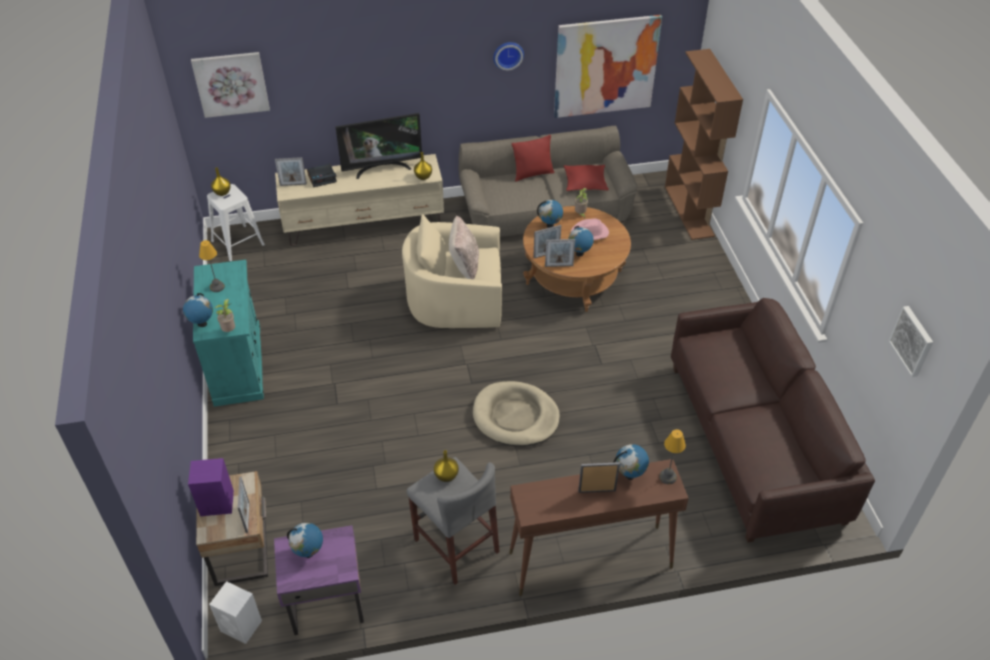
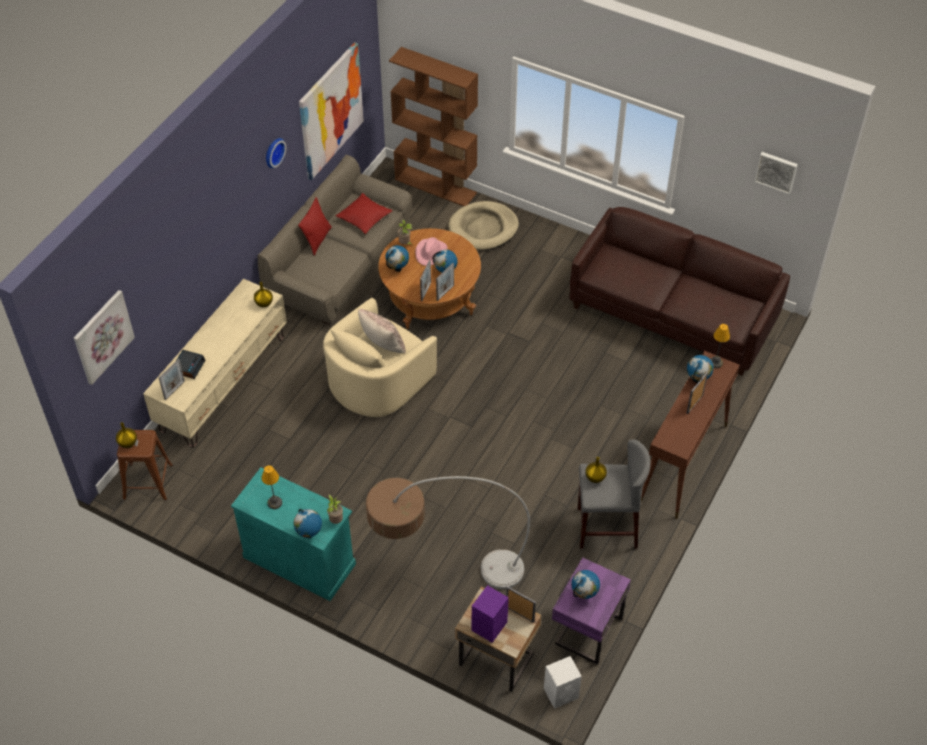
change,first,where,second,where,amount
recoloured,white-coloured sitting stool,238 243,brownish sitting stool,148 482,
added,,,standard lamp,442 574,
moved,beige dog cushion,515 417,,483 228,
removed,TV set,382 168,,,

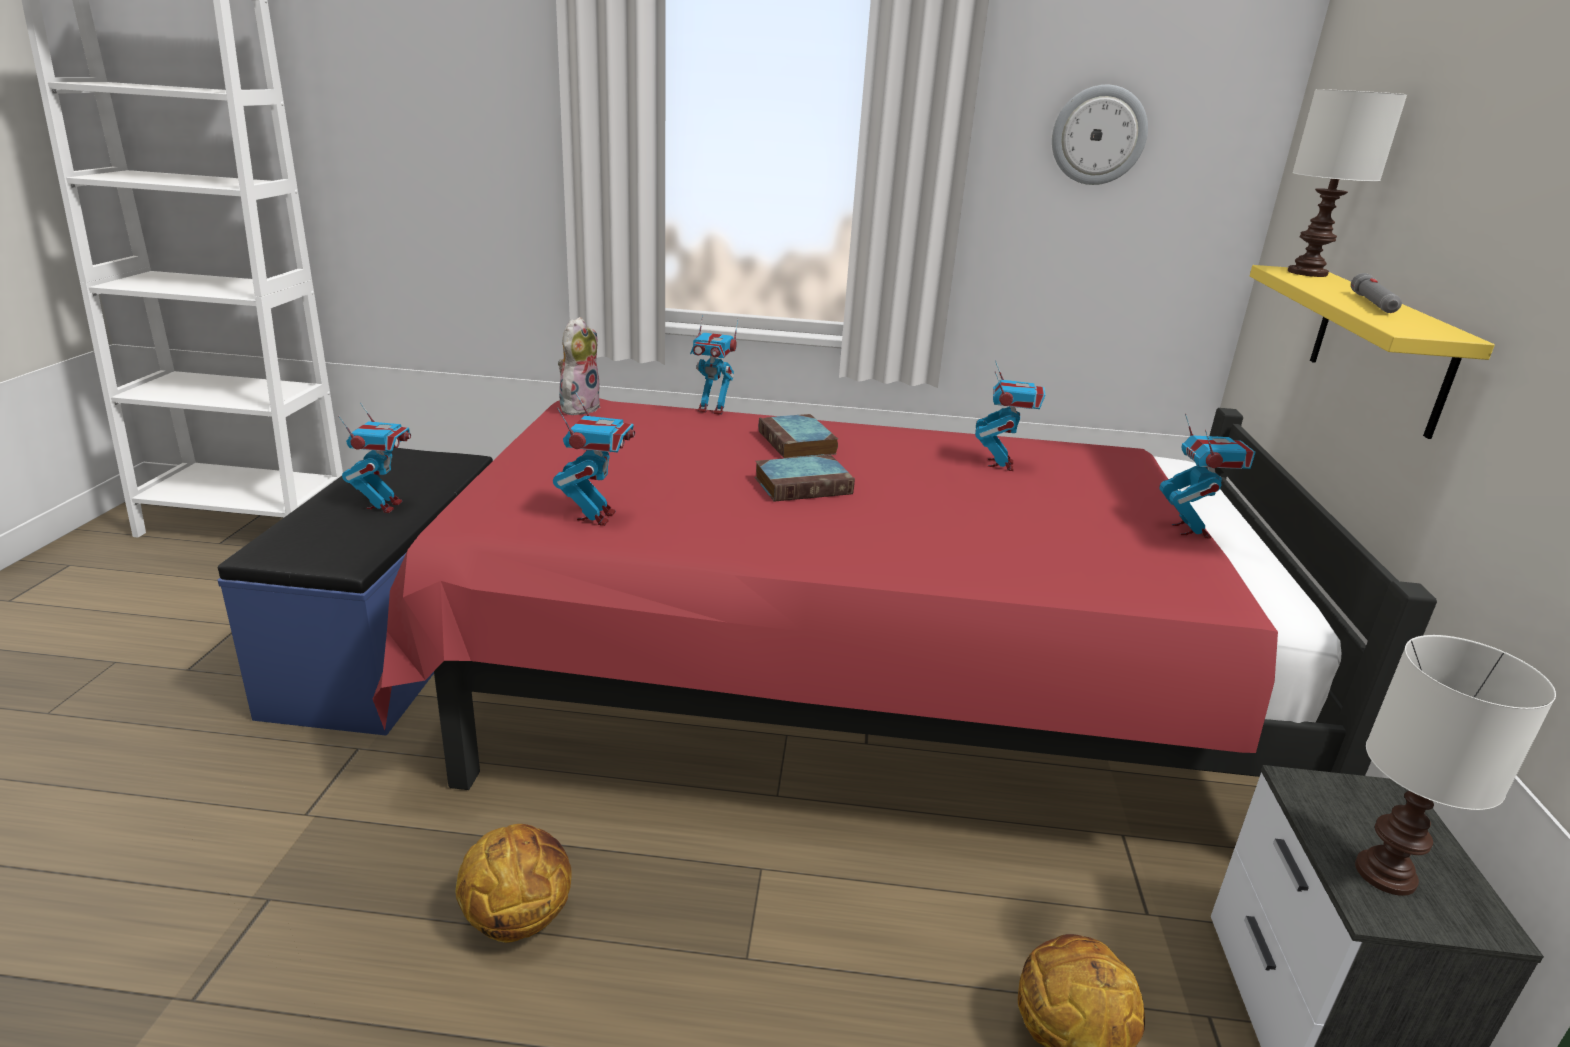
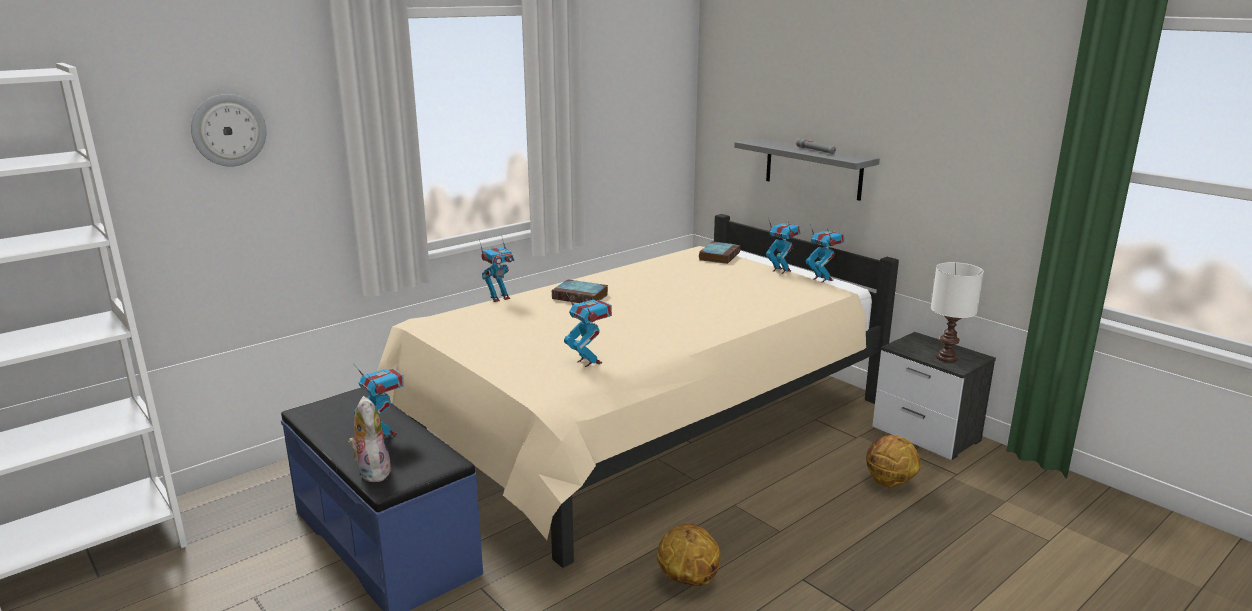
change,first,where,second,where,amount
moved,clock on the wall,1098 135,,228 130,
moved,plush toy,579 407,,371 471,
recoloured,red-coloured bed,843 688,beige bed,645 428,
moved,bound book,804 485,,719 256,
recoloured,yellow-coloured shelf,1380 349,grey shelf,813 169,
moved,toy robot,1001 464,,822 279,
removed,white-coloured lamp for a table,1306 273,,,

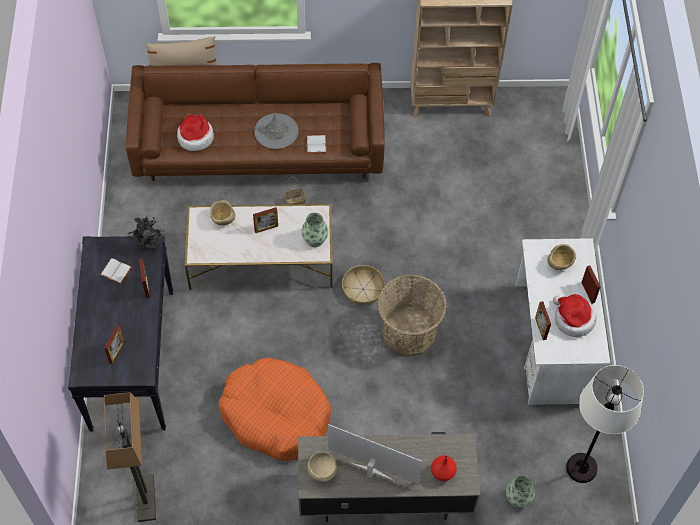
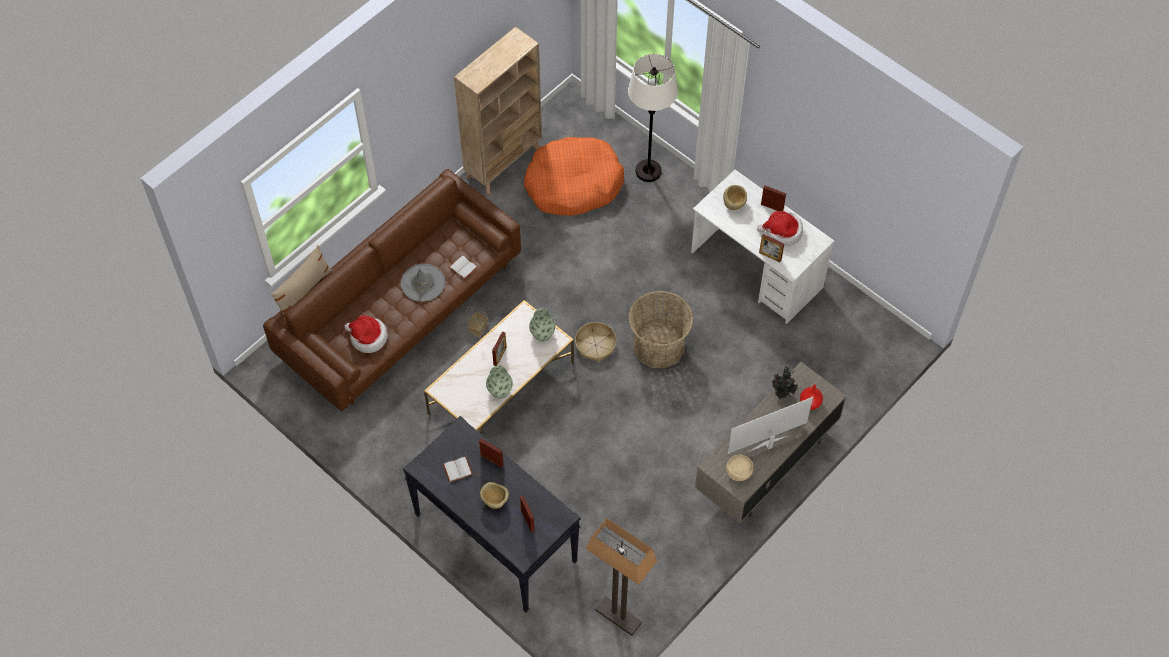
change,first,where,second,where,amount
moved,beige bowl,223 219,,494 501,
moved,flower vase,518 498,,499 390,
moved,orange-coloured dog cushion,276 415,,573 184,
moved,white-coloured standard lamp,581 468,,648 171,
moved,plant in a pot,150 245,,782 394,

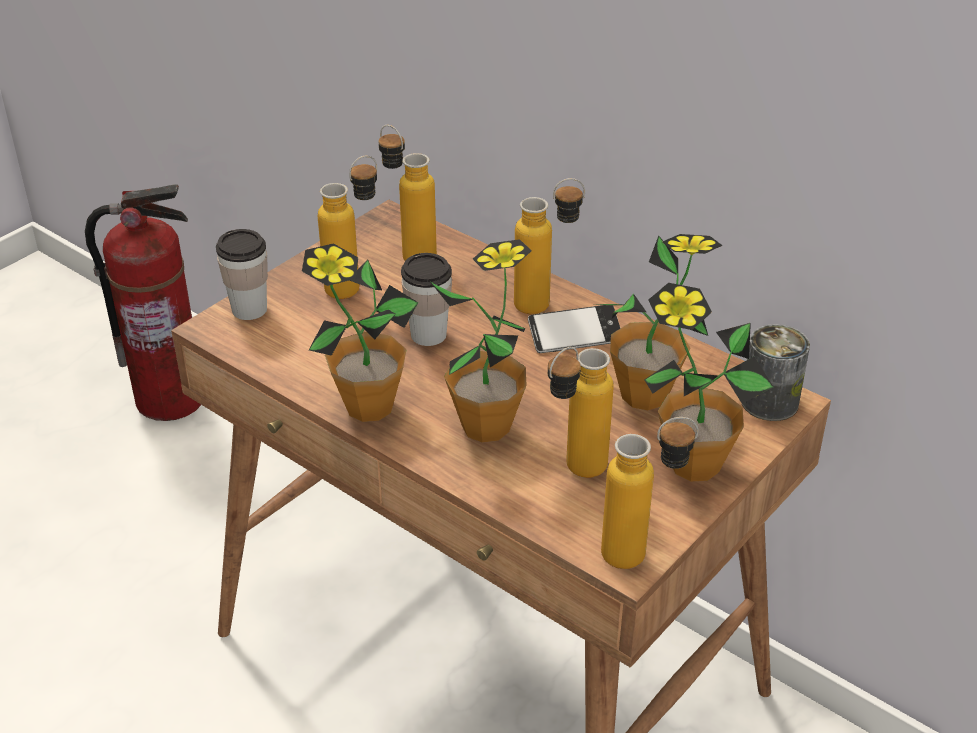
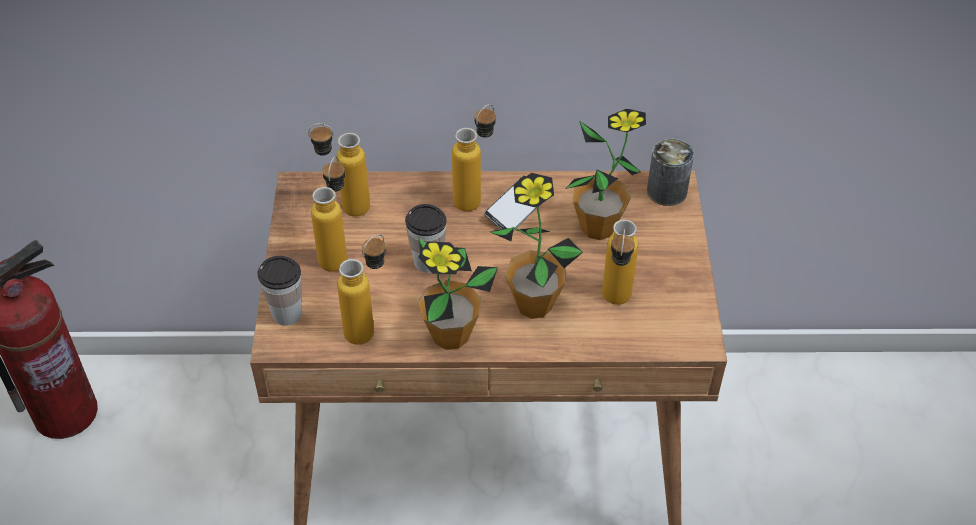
change,first,where,second,where,amount
moved,drink bottle,641 554,,369 327,
removed,plant in a pot,694 464,,,

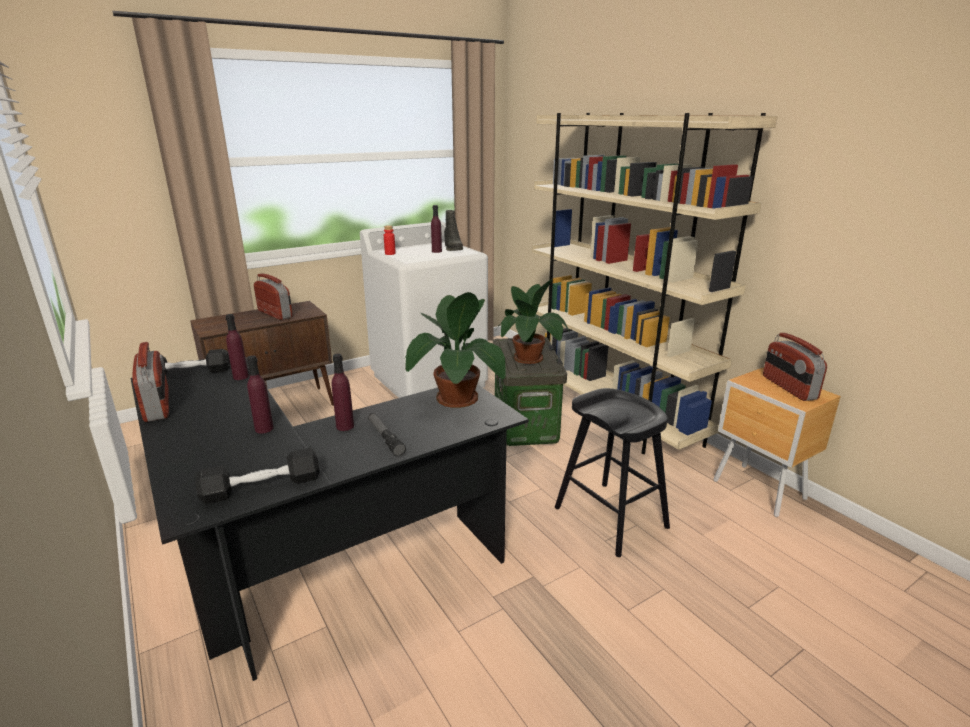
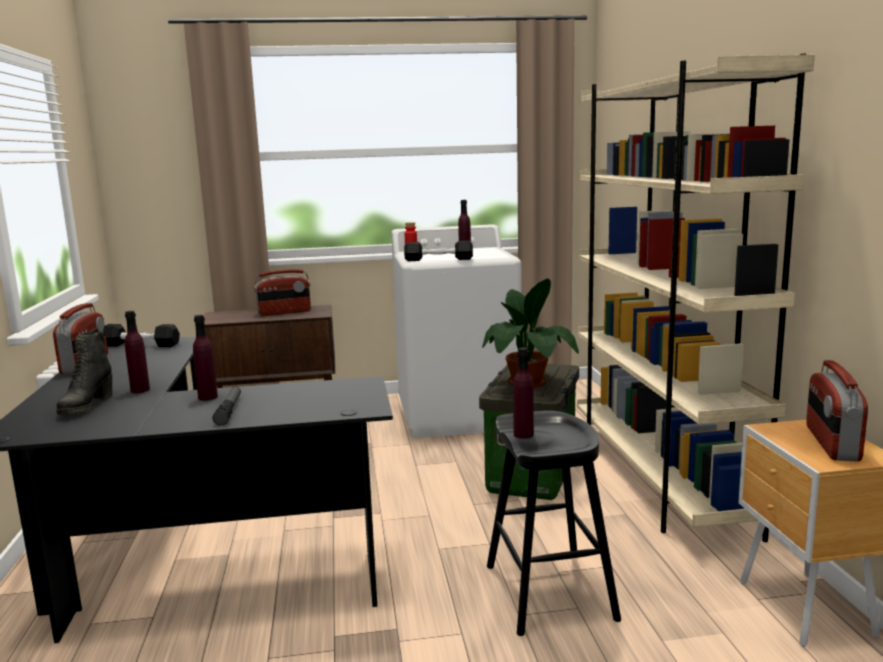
change,first,where,second,where,amount
moved,black-coloured tall boot,452 248,,86 406,
turned,radio set,275 314,,284 312,90 degrees clockwise
moved,black-coloured free weight,262 487,,438 259,
moved,purple drink bottle,241 377,,523 434,
removed,plant in a pot,456 399,,,

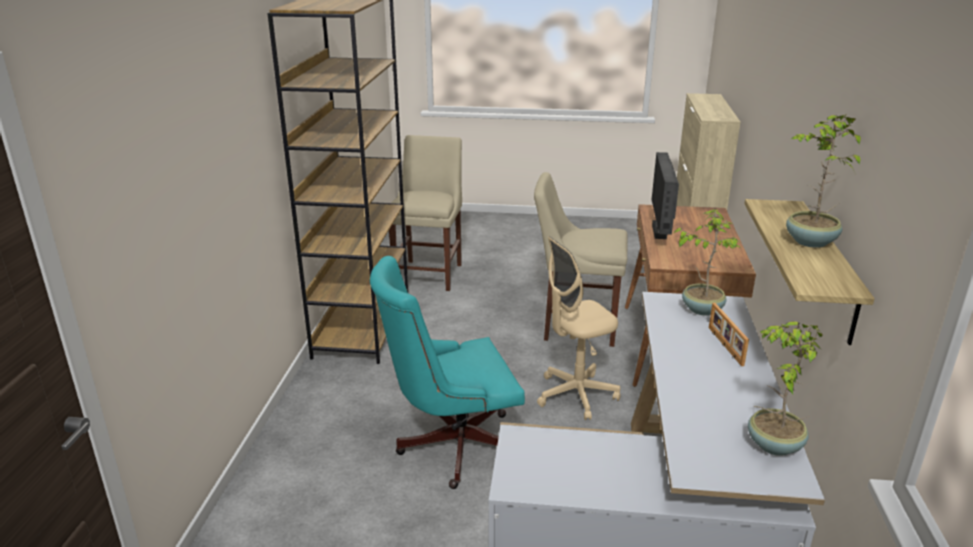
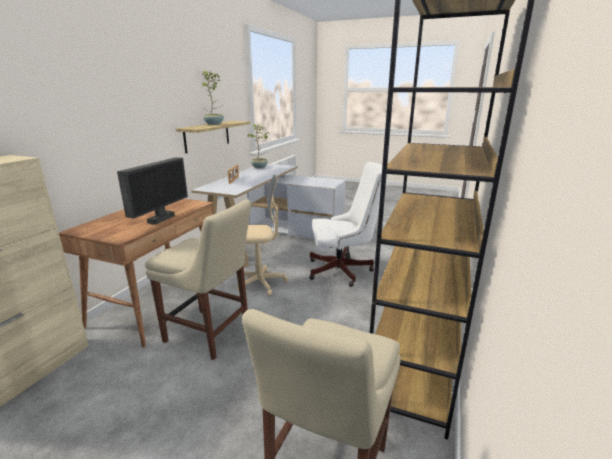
change,first,where,second,where,amount
recoloured,turquoise office chair,451 445,white-coloured office chair,343 271,
removed,plant in a pot,701 309,,,

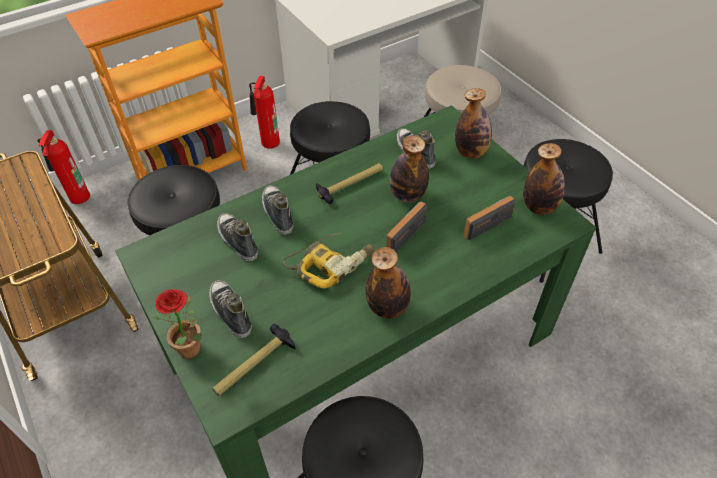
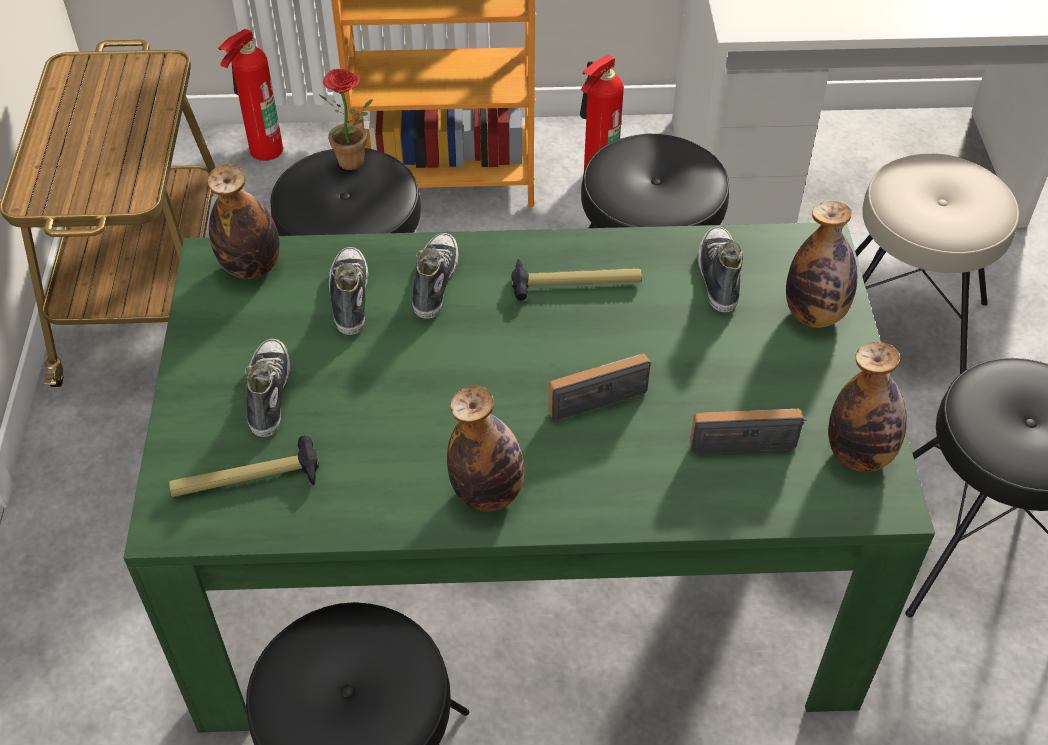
change,first,where,second,where,amount
moved,drink bottle,407 195,,251 267,
moved,plant in a pot,194 351,,354 165,
removed,electric drill,331 263,,,

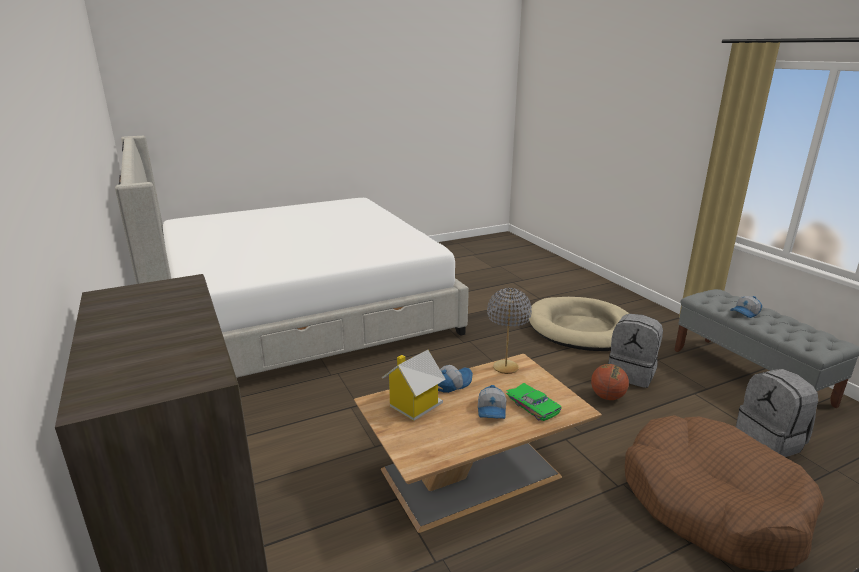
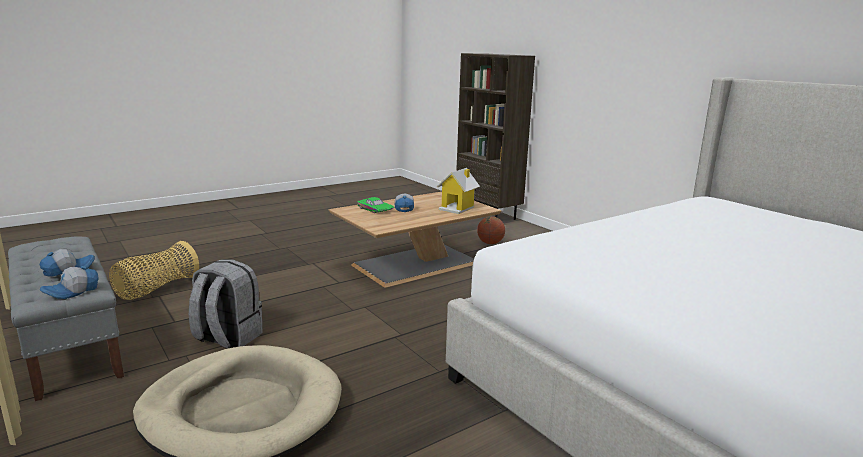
change,first,where,second,where,amount
moved,baseball cap,452 383,,72 292,
replaced,grey backpack,770 441,storage basket,156 289,
moved,basketball ball,607 397,,490 243,
removed,grey lamp for a table,505 367,,,
removed,brownish dog cushion,711 504,,,

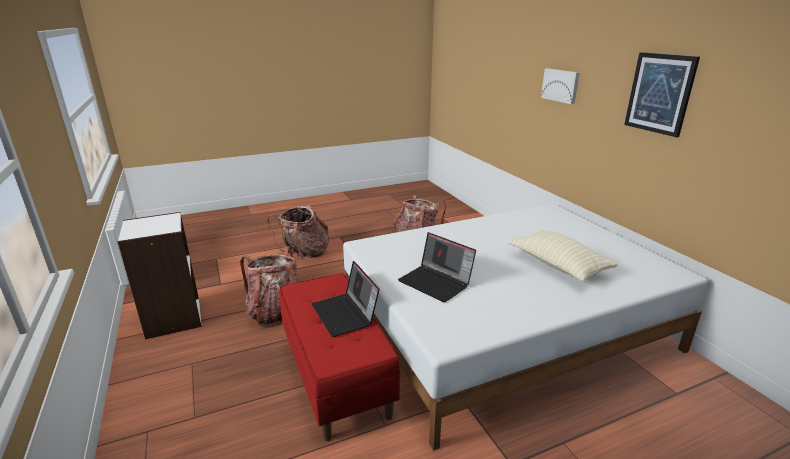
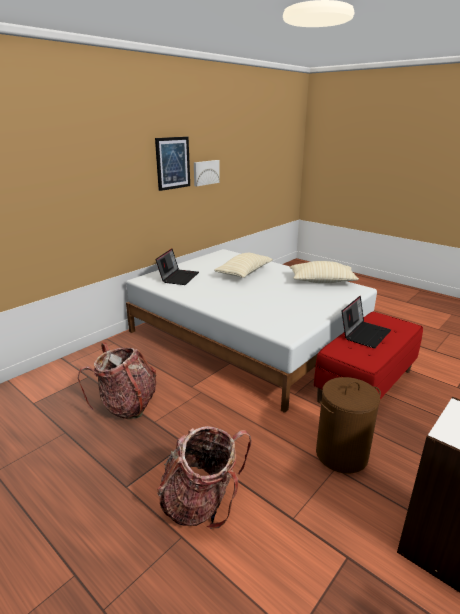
change,first,where,second,where,amount
moved,notebook computer,436 282,,178 277,
moved,wall art,561 85,,205 172,
added,,,beige throw pillow,322 281,
replaced,backpack,276 313,brownish laundry basket,341 454,

